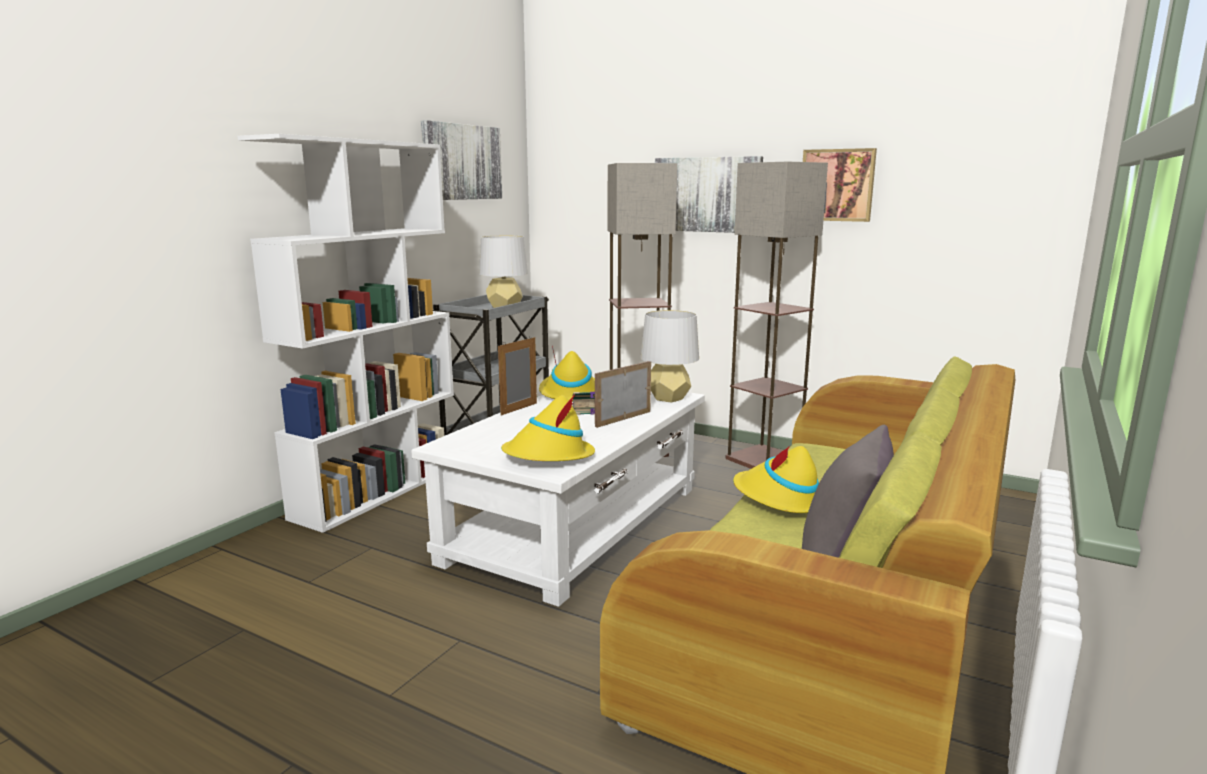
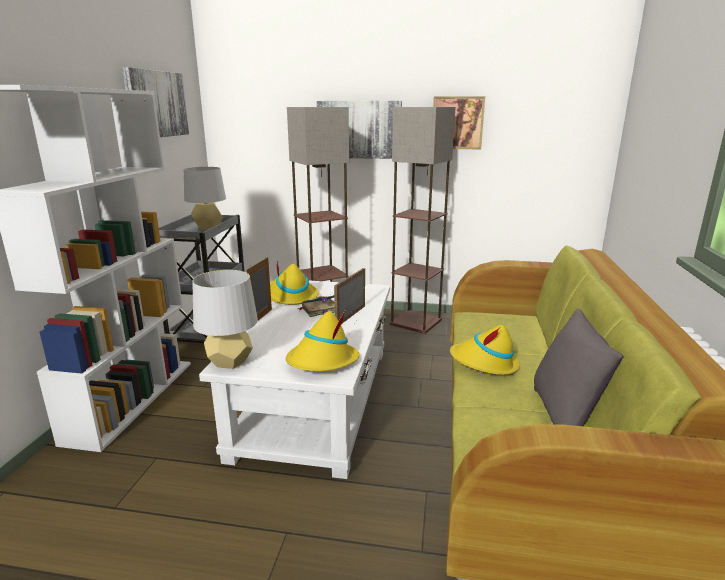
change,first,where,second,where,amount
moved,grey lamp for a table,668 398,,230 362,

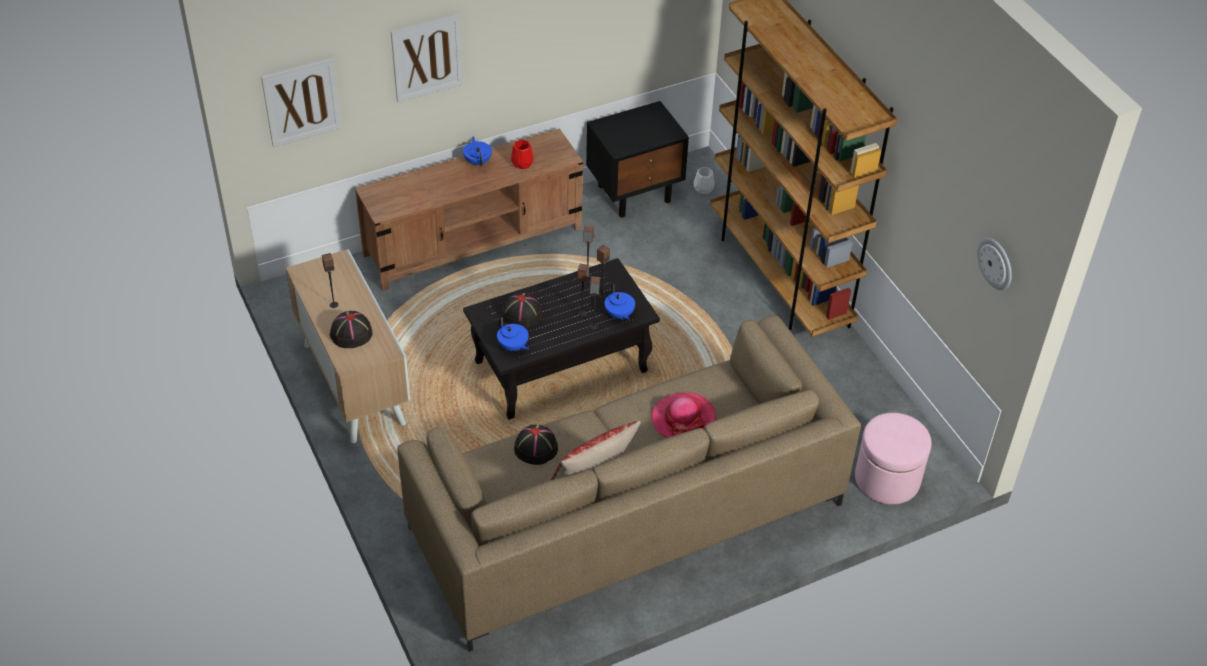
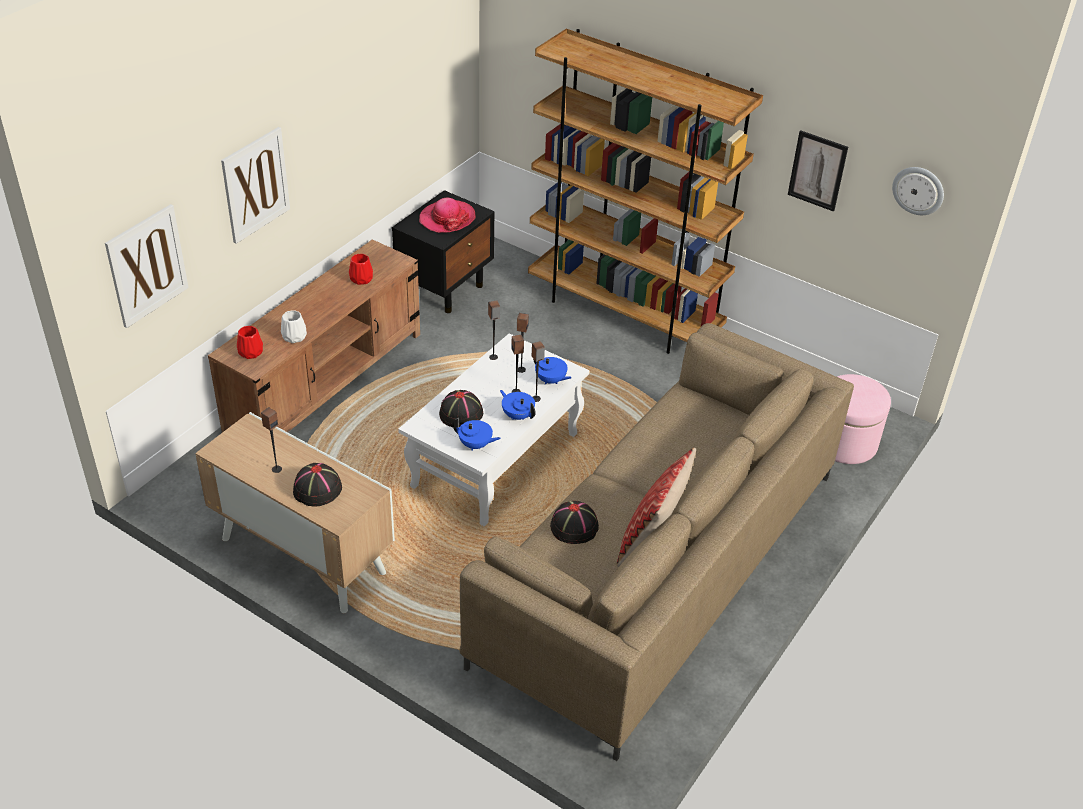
change,first,where,second,where,amount
added,,,red-coloured flower vase,250 353,
moved,white-coloured flower vase,704 189,,295 337,
recoloured,black-coloured coffee table,559 367,white-coloured coffee table,494 461,
moved,clothing hat,683 418,,447 218,
moved,bluish tea pot,478 161,,517 415,
added,,,wall art,817 170,

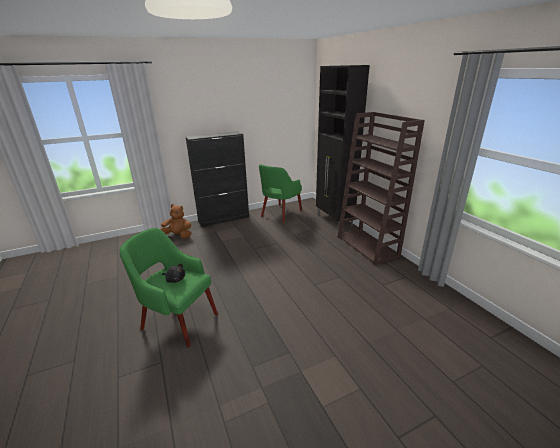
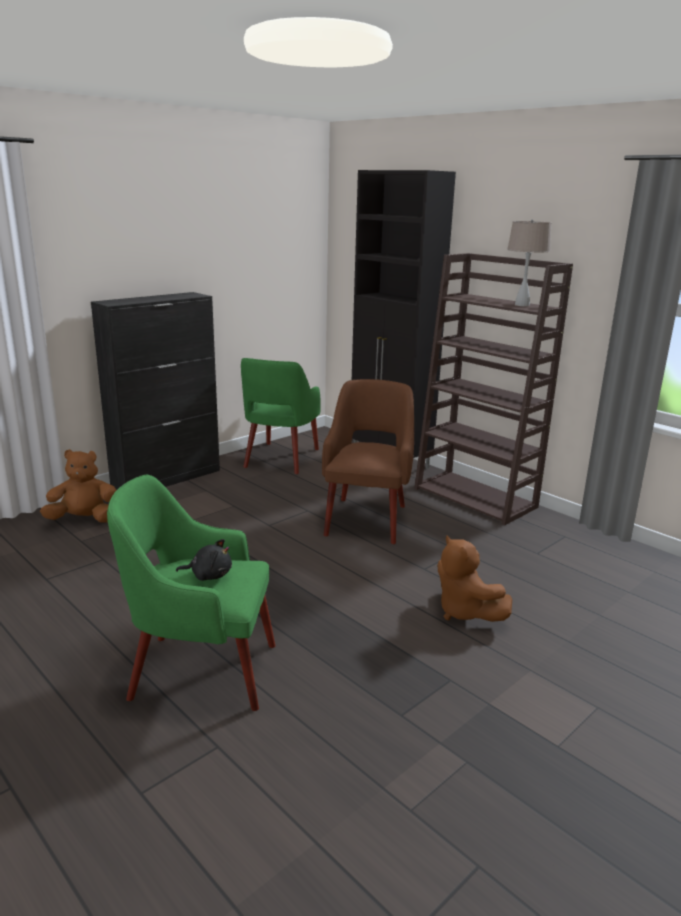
change,first,where,second,where,amount
added,,,brownish easy chair,367 518,
added,,,brownish plush toy,464 612,
added,,,beige lamp for a table,521 305,

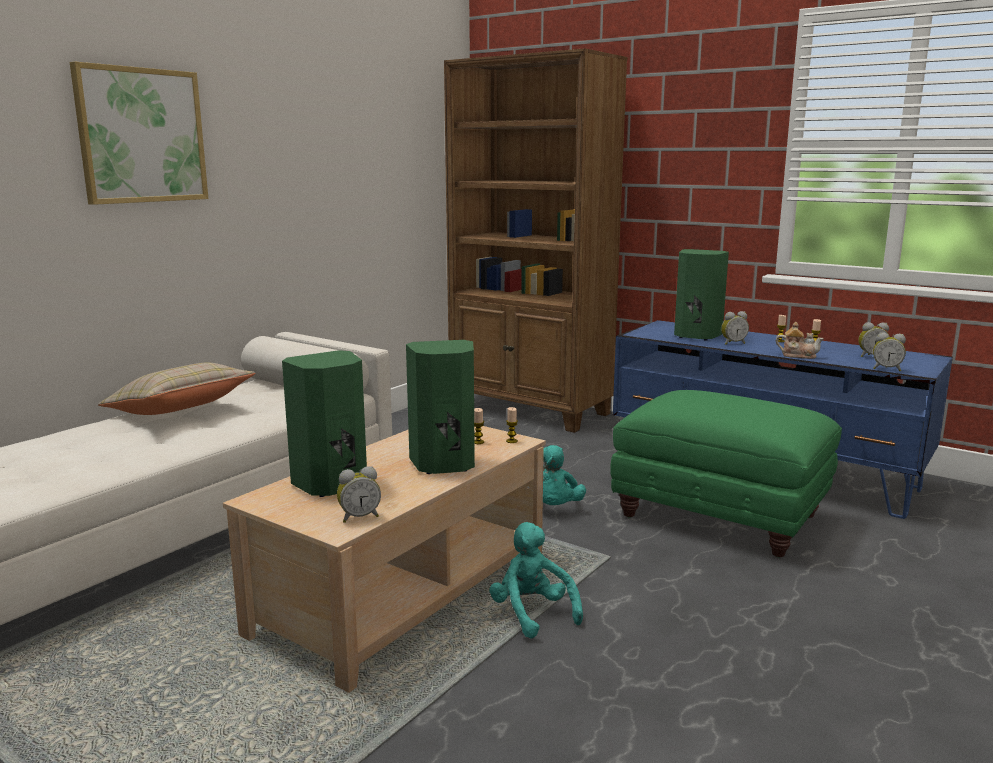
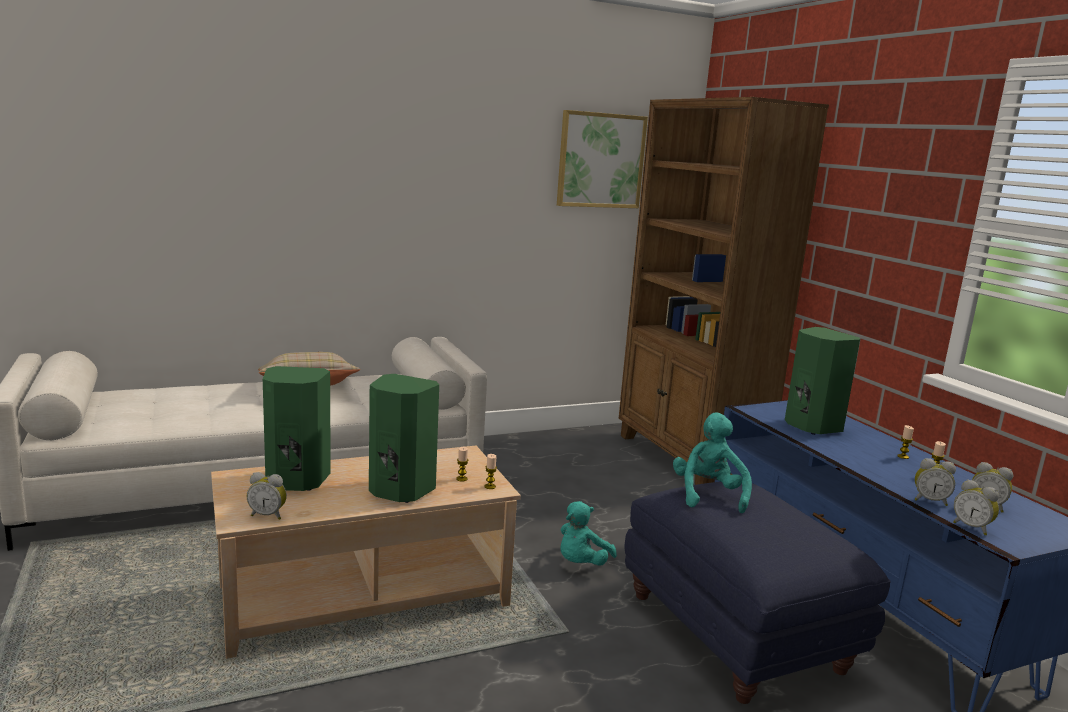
change,first,where,second,where,amount
moved,wall art,141 136,,600 160,
recoloured,greenish footrest,721 517,bluish footrest,737 635,
moved,turquoise plush toy,532 613,,708 495,
moved,alarm clock,732 343,,929 501,
removed,tea pot,798 355,,,

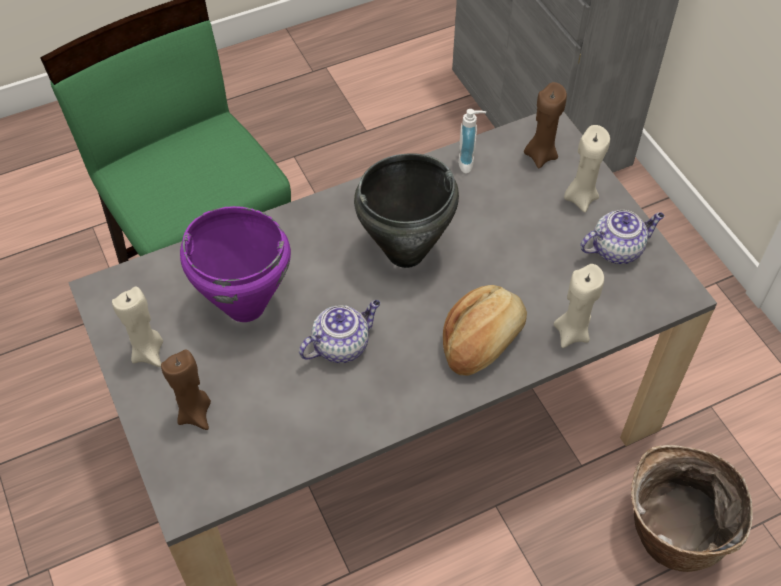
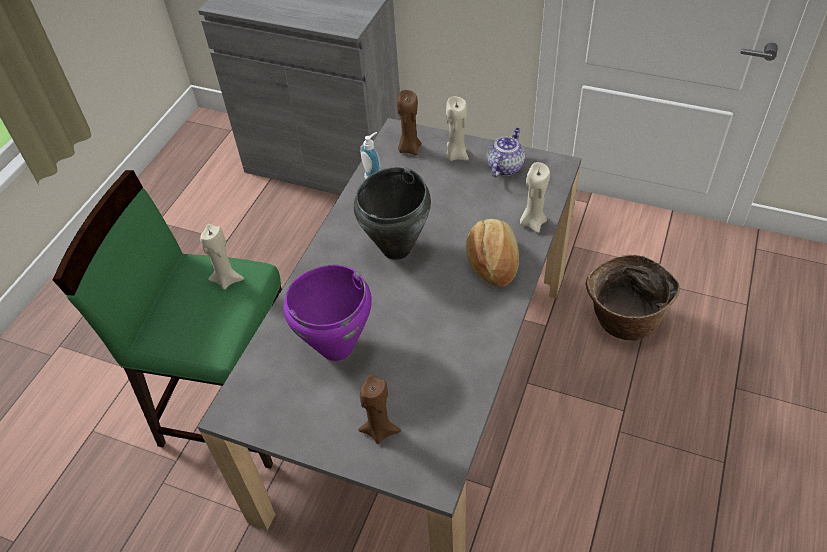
change,first,where,second,where,amount
moved,beige candle,148 352,,227 279,
removed,tea pot,341 345,,,

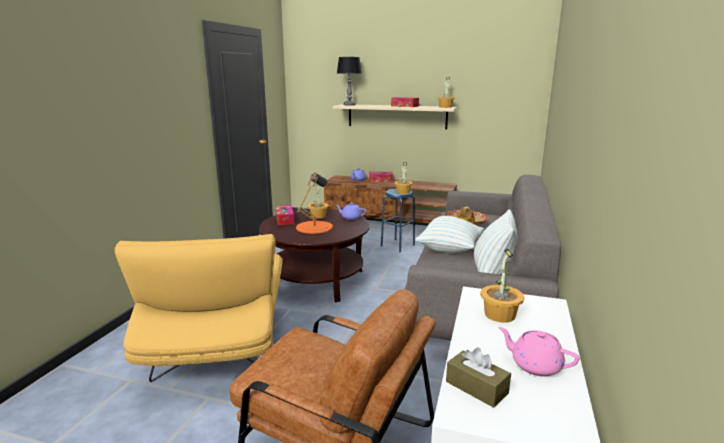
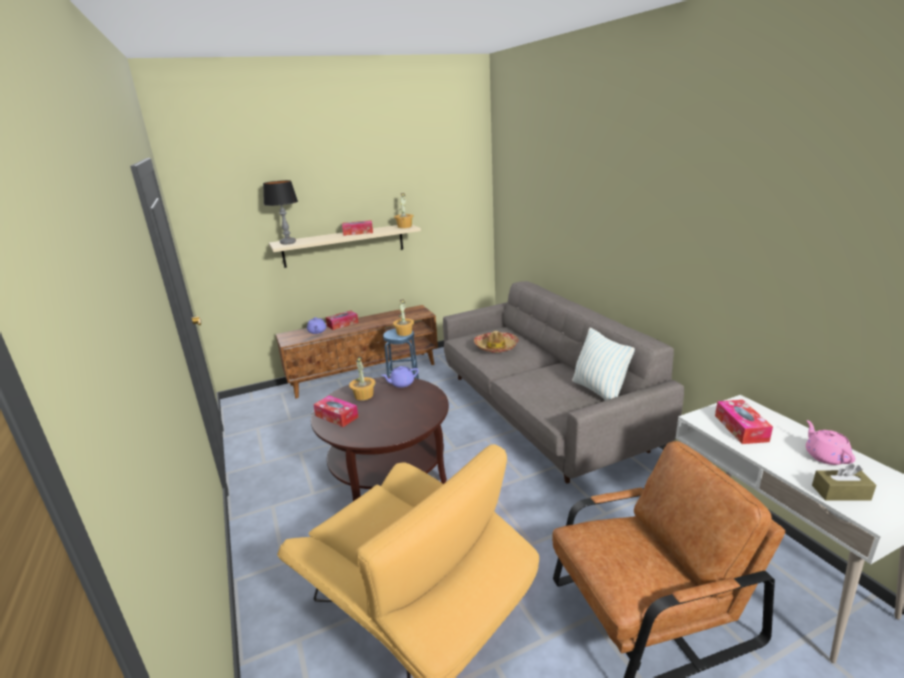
change,first,where,second,where,amount
replaced,plant in a pot,499 314,tissue box,741 428,
turned,pink-coloured tea pot,534 365,,825 456,90 degrees clockwise
removed,orange-coloured lamp for a table,314 227,,,
removed,throw pillow,449 249,,,

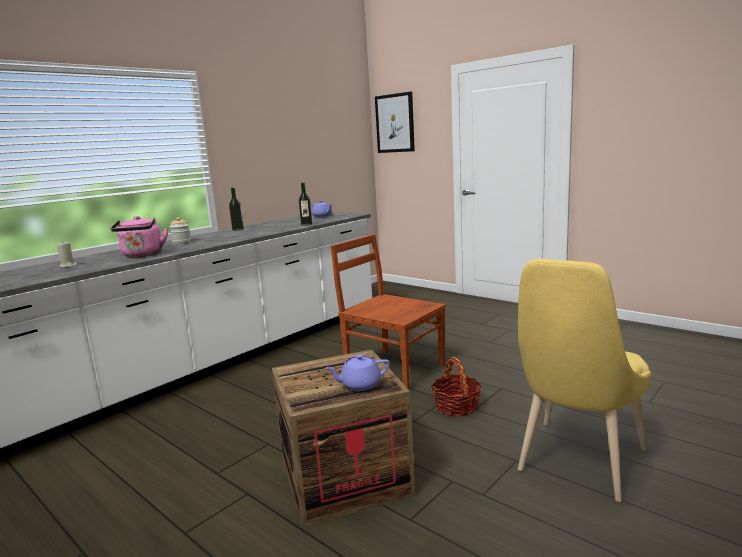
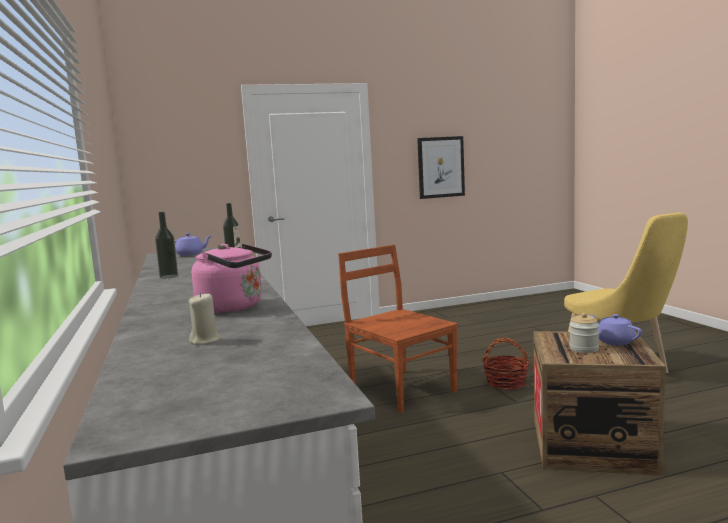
change,first,where,second,where,amount
turned,brownish chair,393 368,,400 389,75 degrees clockwise
moved,wall art,395 123,,440 167,
moved,preserve jar,181 242,,584 349,
turned,purple tea pot,360 385,,614 341,135 degrees clockwise

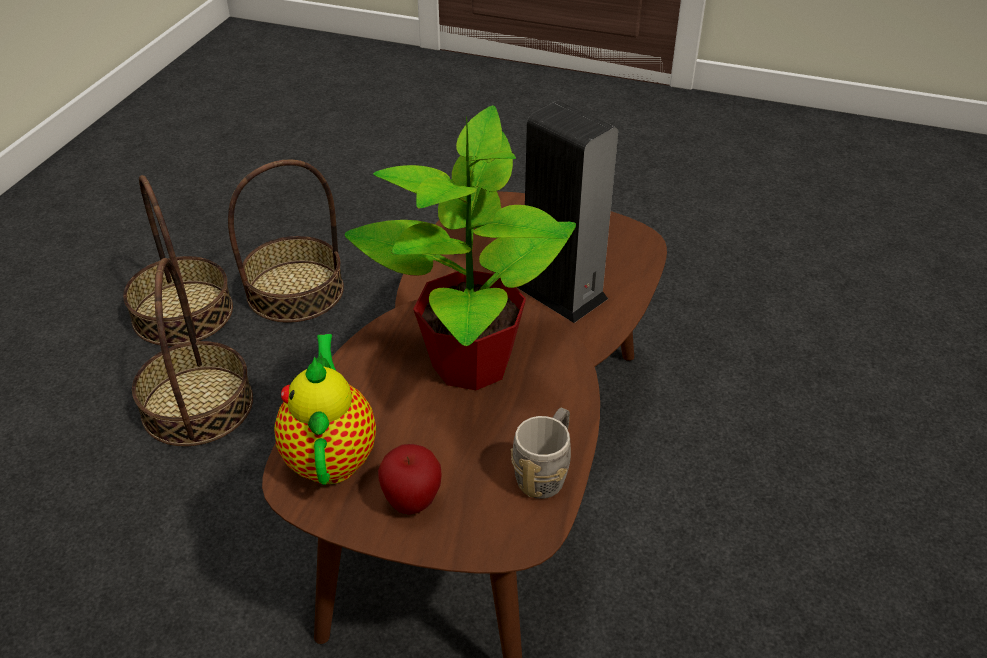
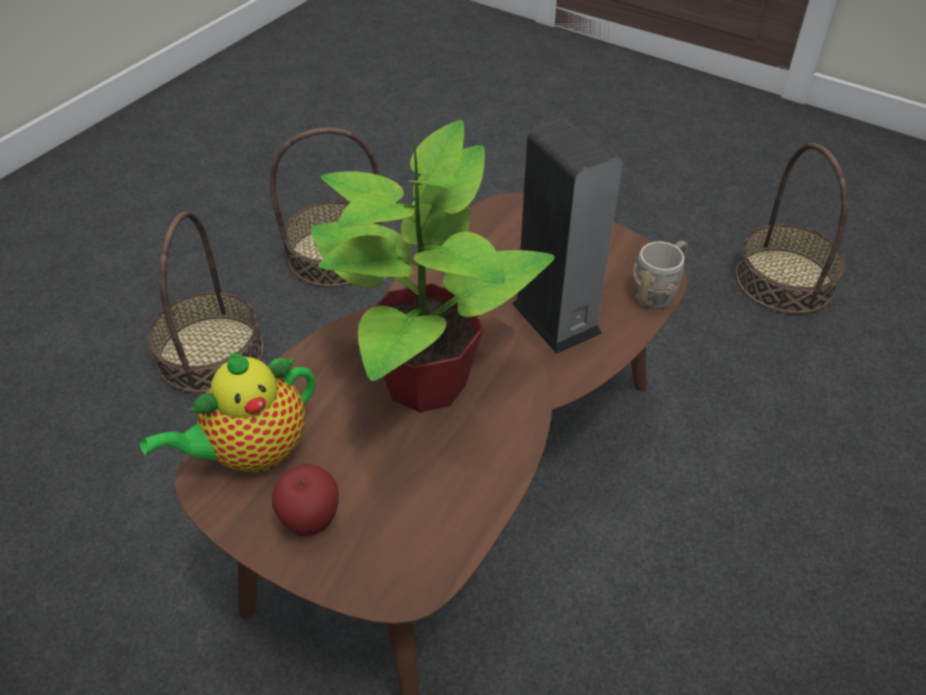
change,first,where,second,where,amount
turned,tea pot,331 455,,252 452,135 degrees counterclockwise
moved,grey coffee mug,545 472,,659 291,
moved,storage basket,182 313,,784 280,

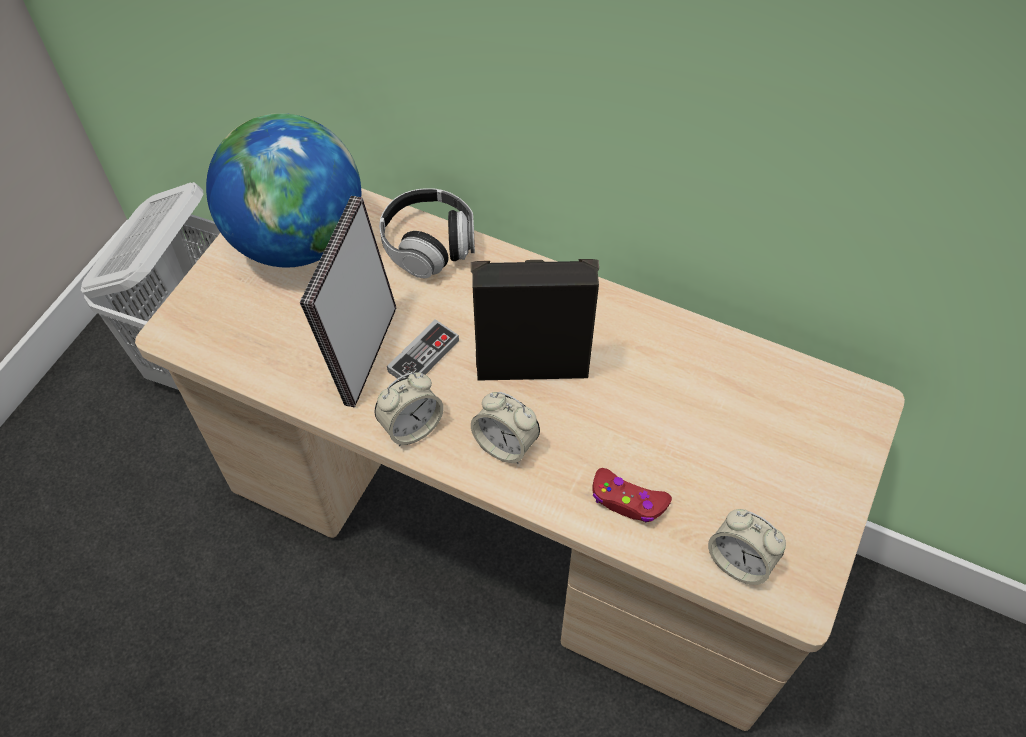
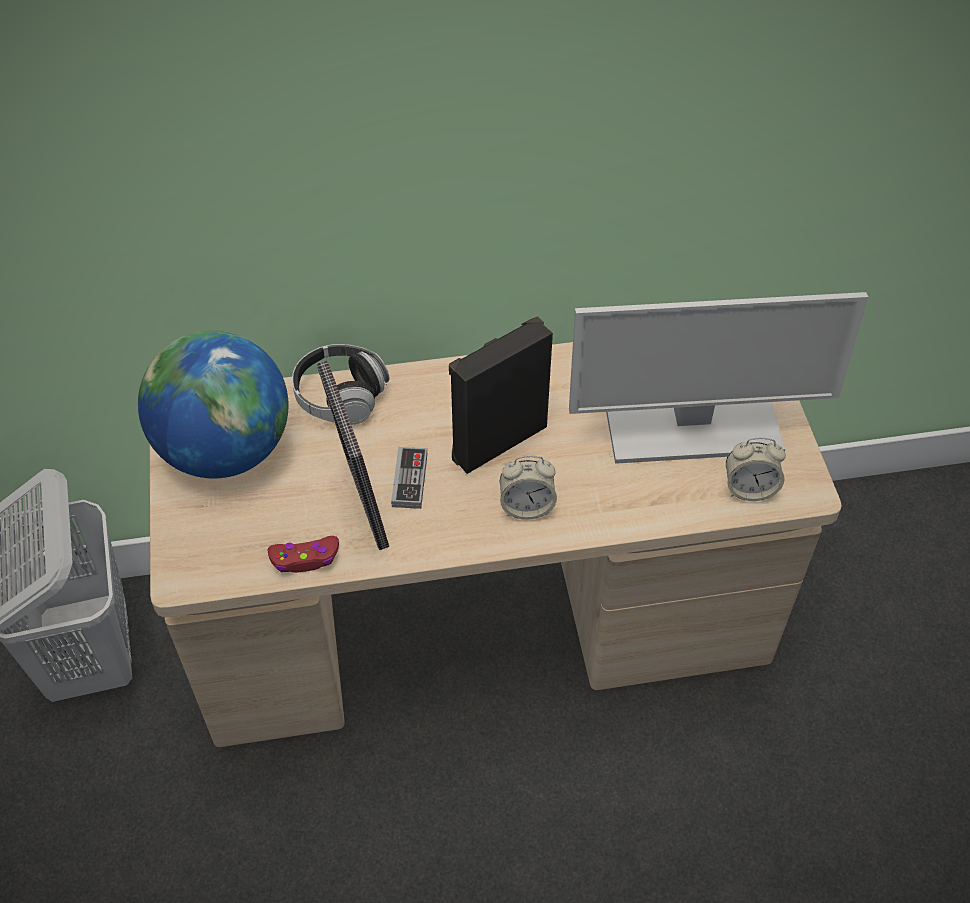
change,first,where,second,where,amount
moved,red-coloured gamepad,628 501,,305 559,
added,,,computer display,691 427,
removed,alarm clock,411 426,,,

